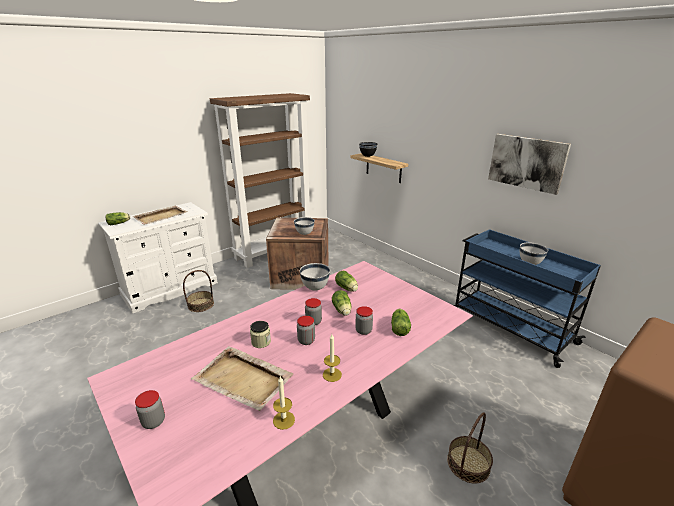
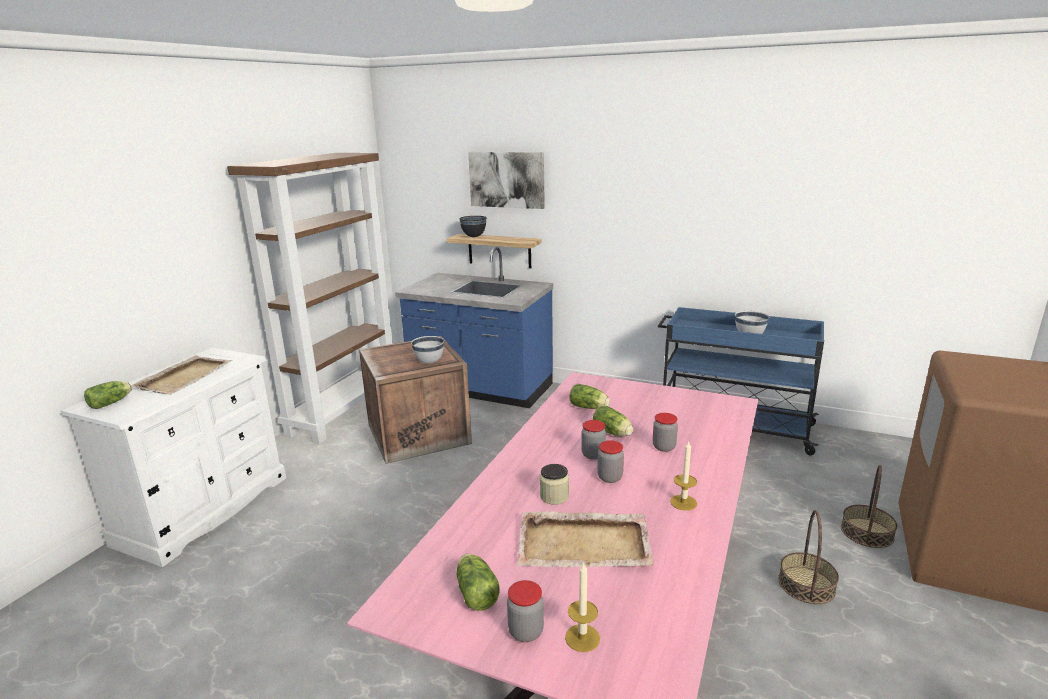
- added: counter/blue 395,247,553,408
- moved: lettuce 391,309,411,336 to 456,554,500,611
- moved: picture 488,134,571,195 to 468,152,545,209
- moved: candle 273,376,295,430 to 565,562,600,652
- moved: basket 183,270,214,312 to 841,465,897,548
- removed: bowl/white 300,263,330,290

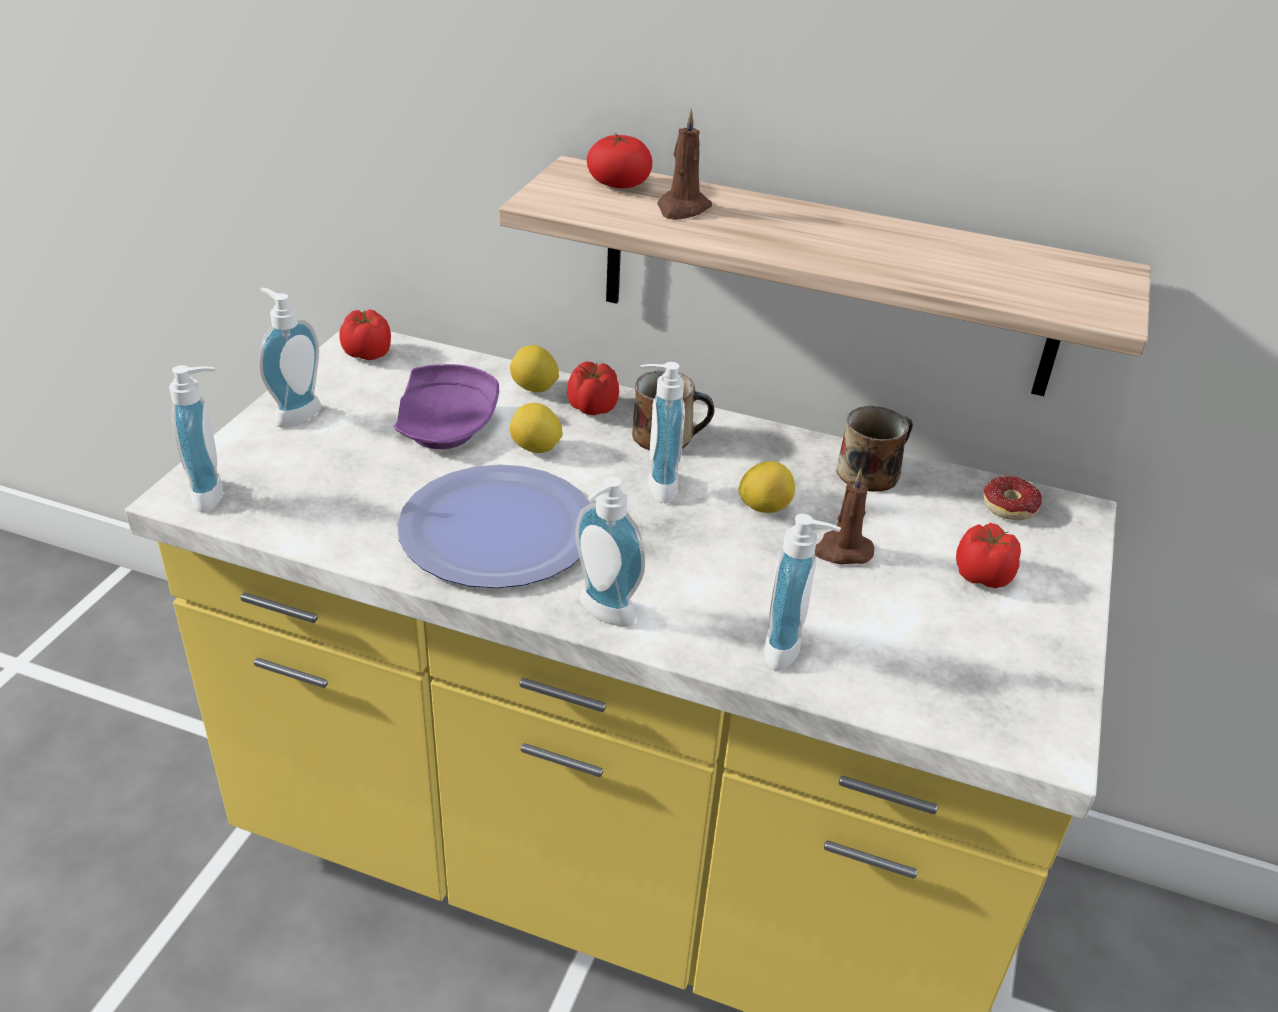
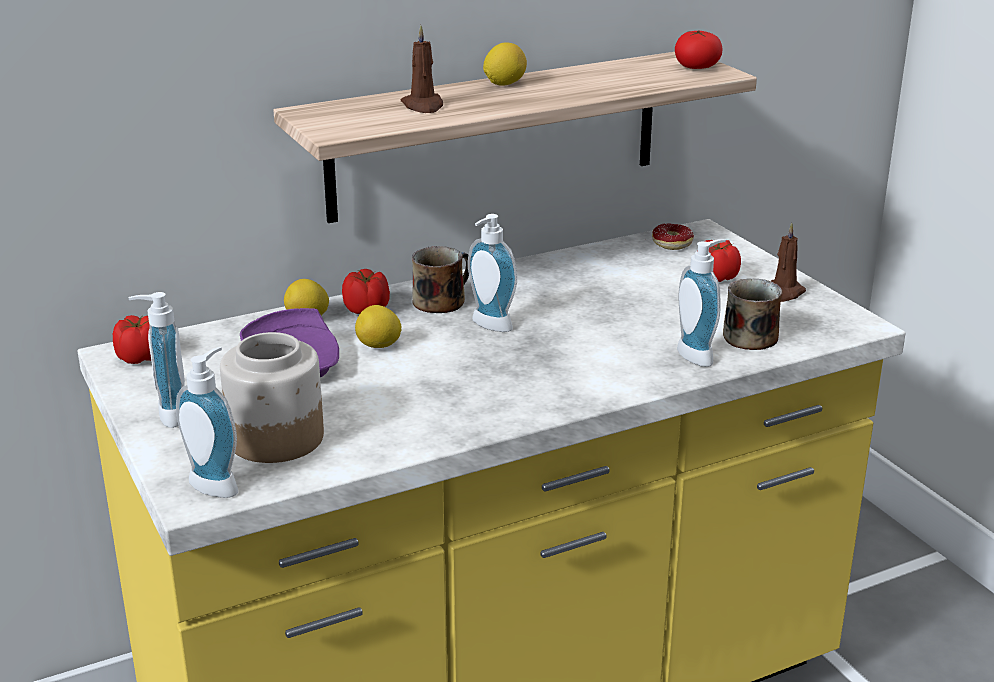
- added: jar 220,332,324,463
- moved: lemon 738,461,795,513 to 483,42,527,86
- moved: tomato 587,133,652,188 to 675,30,723,69
- moved: mug 836,406,913,492 to 723,278,782,350
- moved: candle/brown 815,469,874,564 to 771,223,806,302
- removed: plate 397,464,591,588
- removed: soap dispenser 575,476,645,627

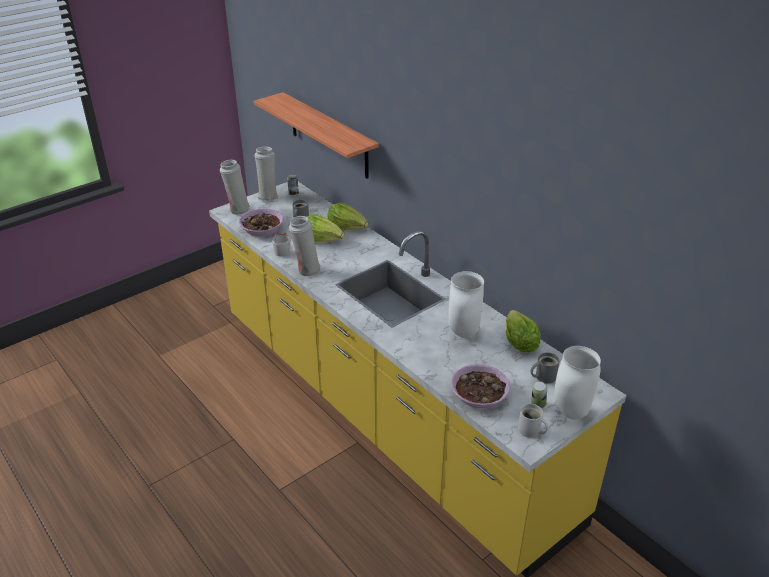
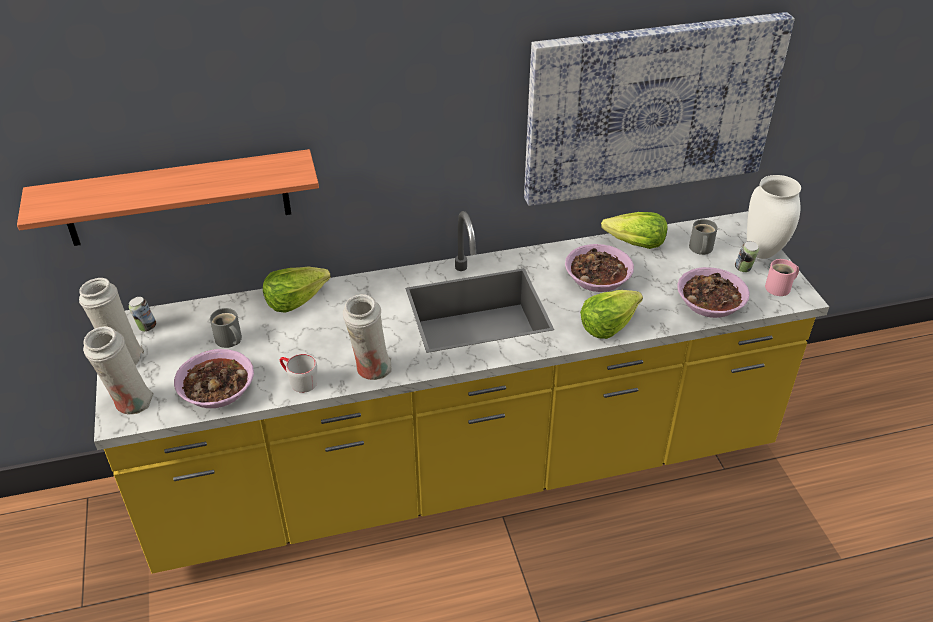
- added: picture 524,12,795,206
- replaced: vase/white 449,271,484,338 to bowl 565,244,634,292
- moved: lettuce 307,214,344,242 to 580,290,643,339
- recoloured: mug/white 518,404,549,438 to mug/pink 765,259,799,296

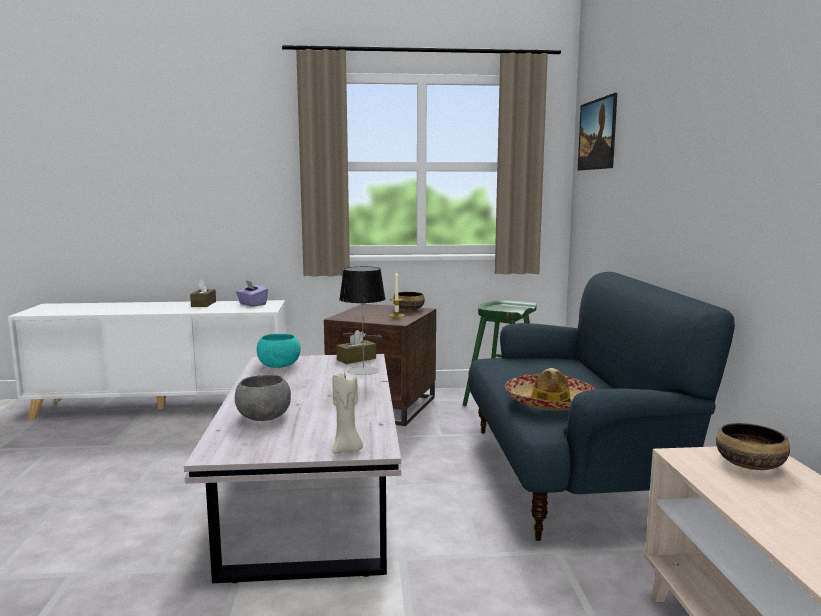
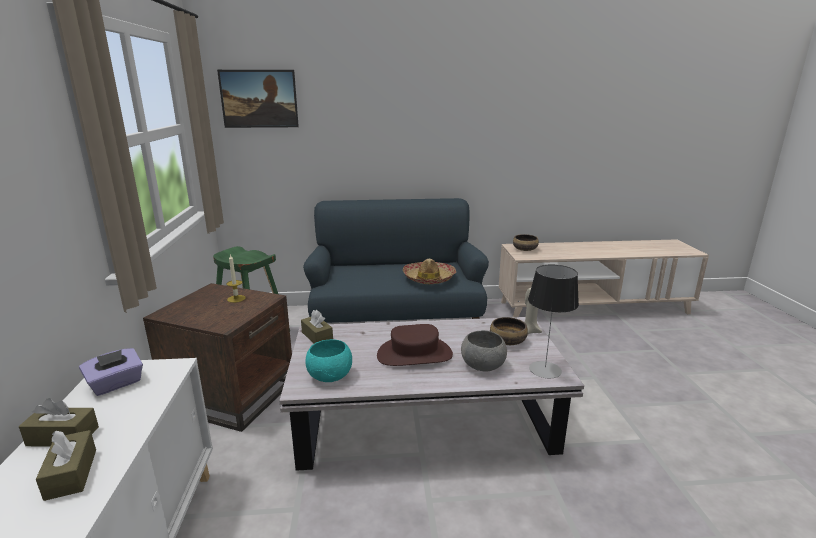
- added: tissue box/brown 36,430,96,501
- added: hat/brown 377,324,453,366
- moved: bowl 393,292,425,310 to 490,317,528,345
- moved: table lamp 339,266,386,375 to 528,265,579,378

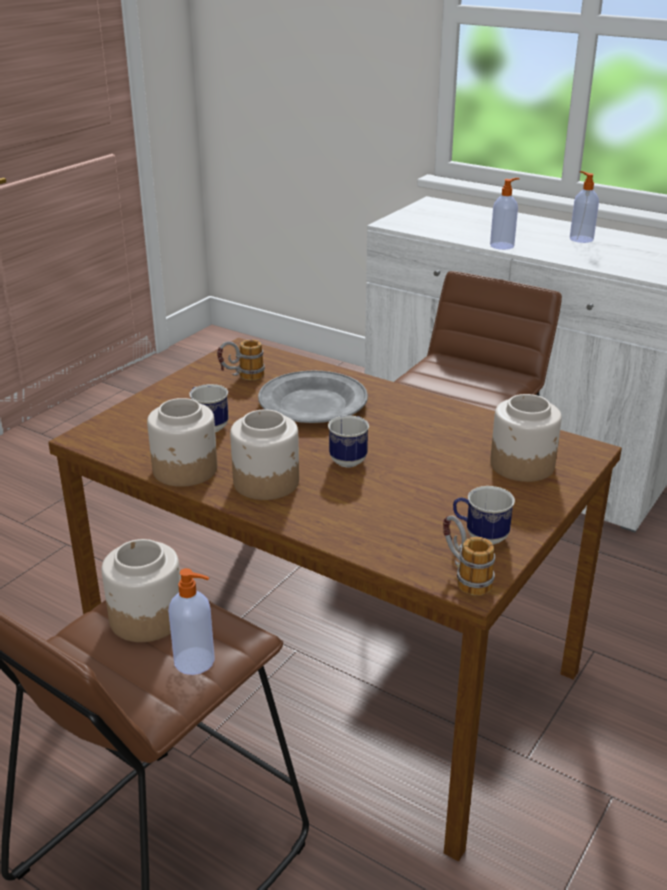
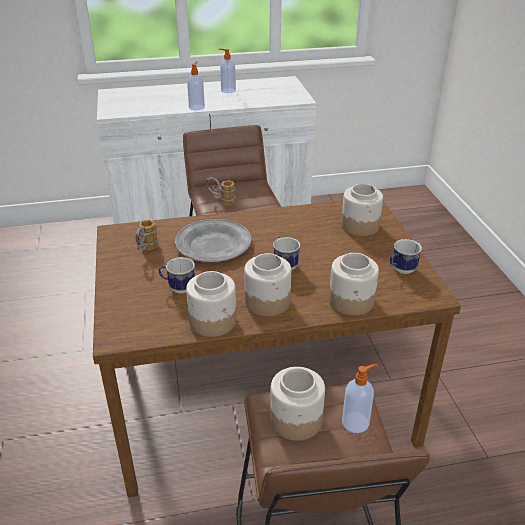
- moved: mug 443,516,495,596 to 206,177,236,206
- added: jar 329,253,379,316

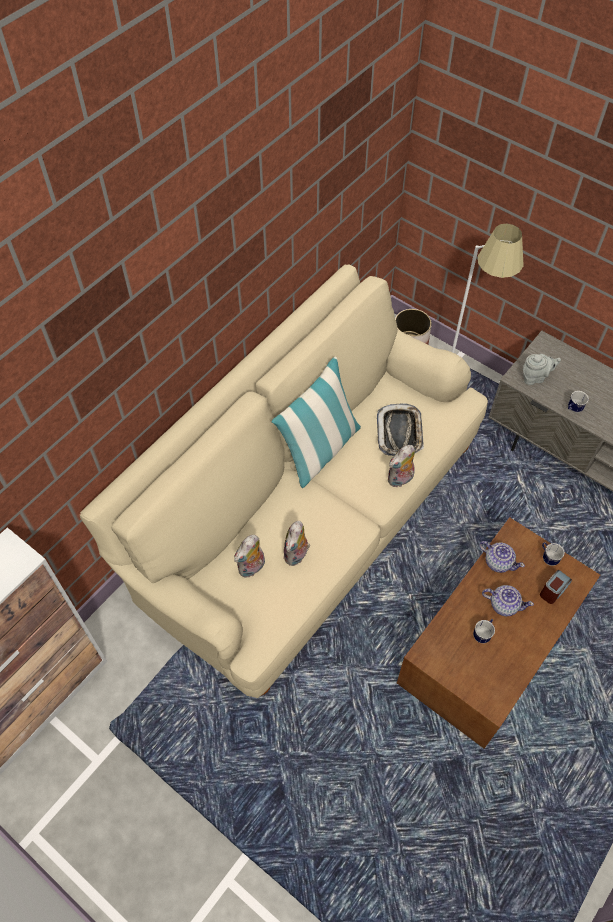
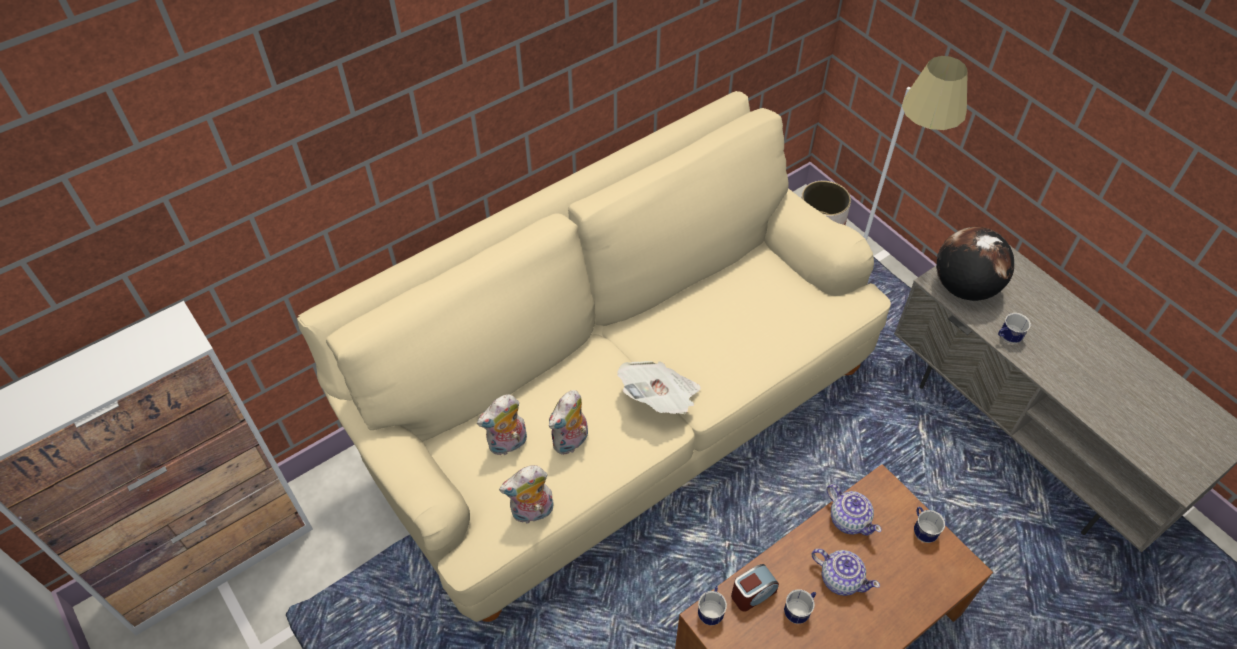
- moved: plush toy 388,445,415,487 to 499,465,554,524
- added: newspaper 617,361,701,414
- added: mug 698,586,727,626
- moved: alarm clock 540,570,572,604 to 731,564,779,612
- replaced: teapot/grey 523,354,561,385 to globe 936,227,1014,301
- removed: pillow 271,357,361,488
- removed: tray 377,403,424,456

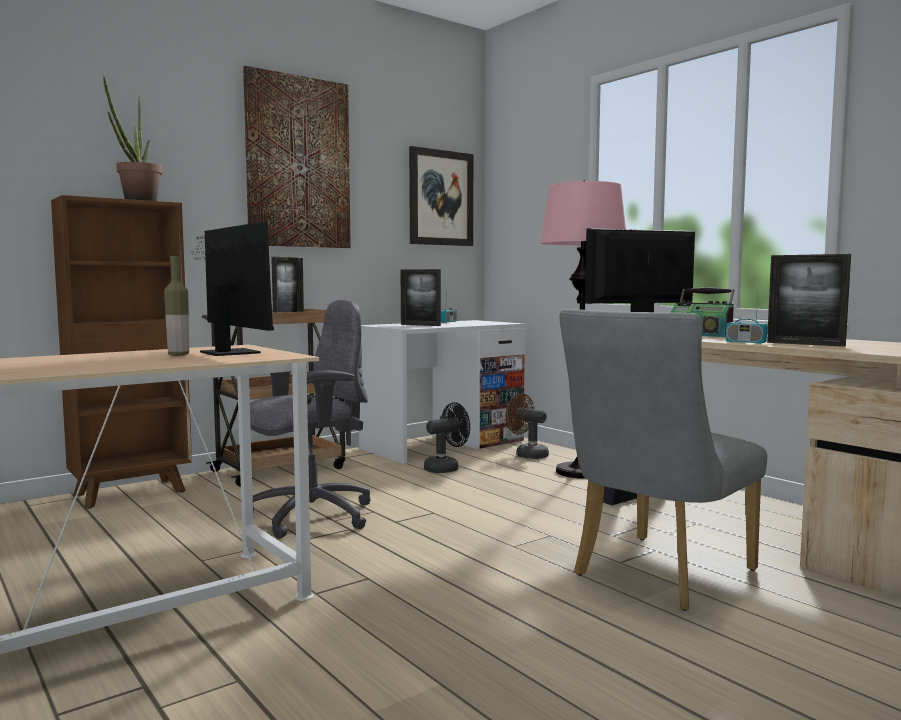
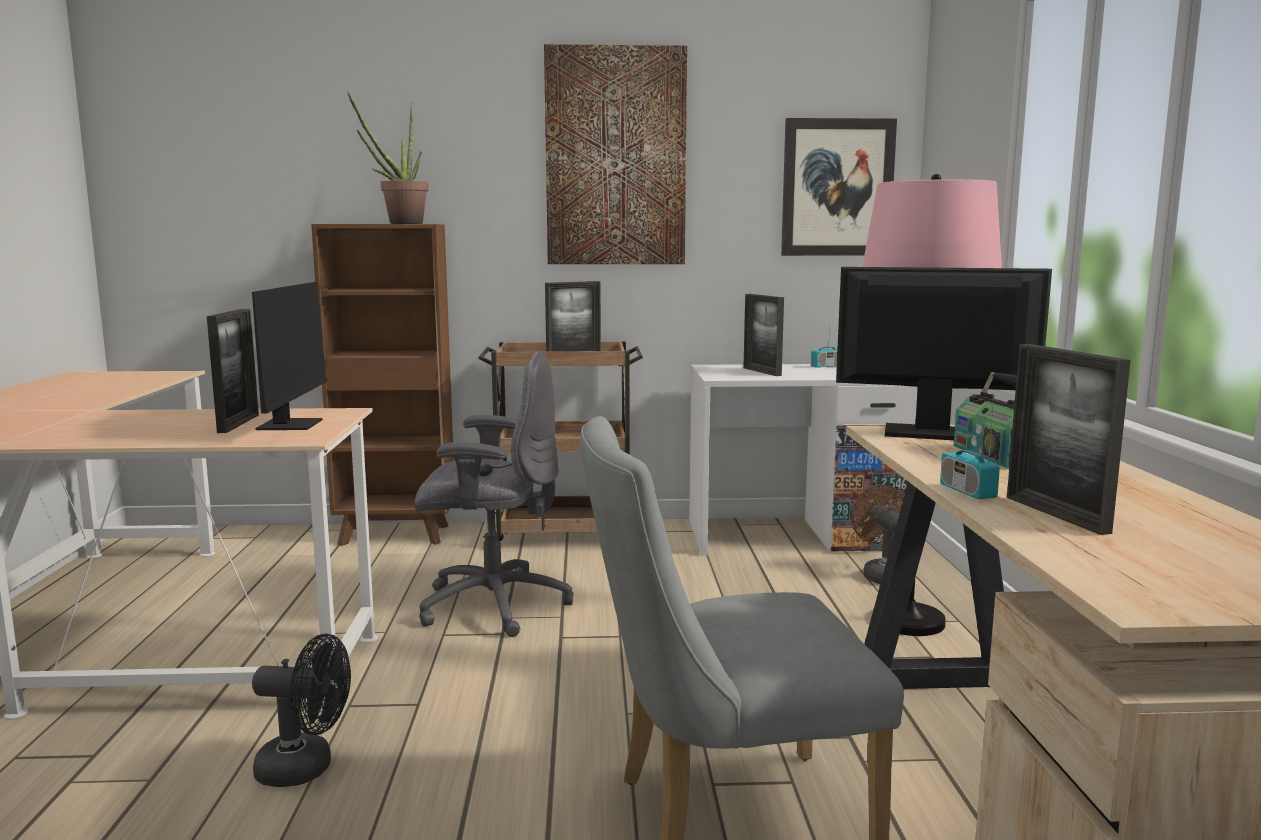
- replaced: bottle 164,256,189,356 to picture frame 207,309,259,433
- moved: fan/black 424,402,470,473 to 252,634,351,787

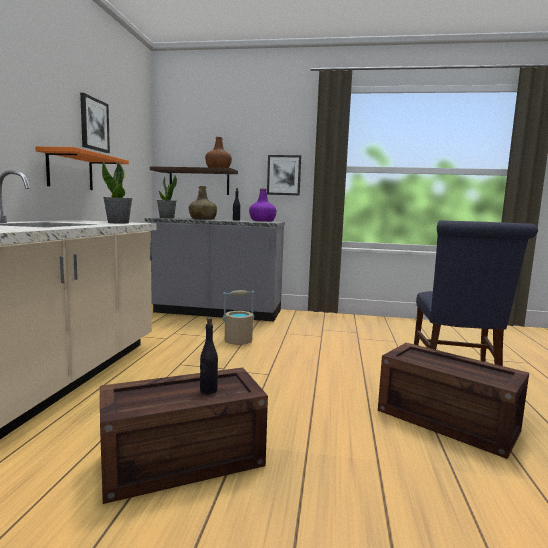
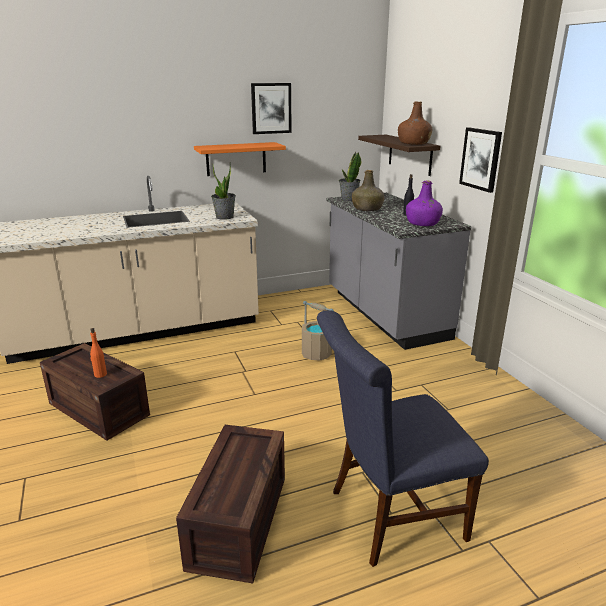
- recoloured: bottle/black 200,318,218,394 to bottle/orange 90,328,107,378

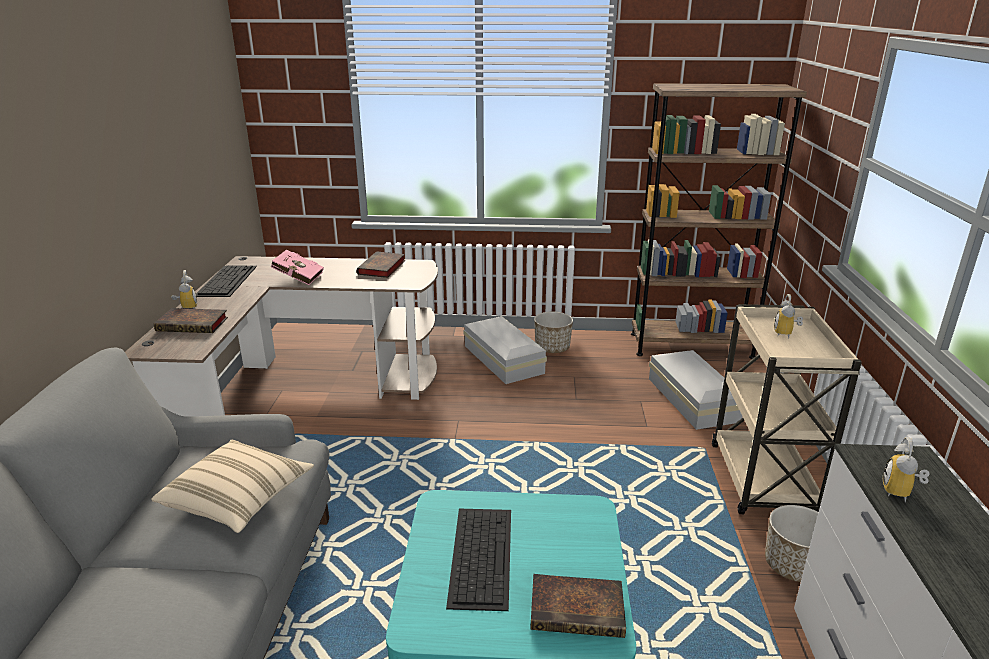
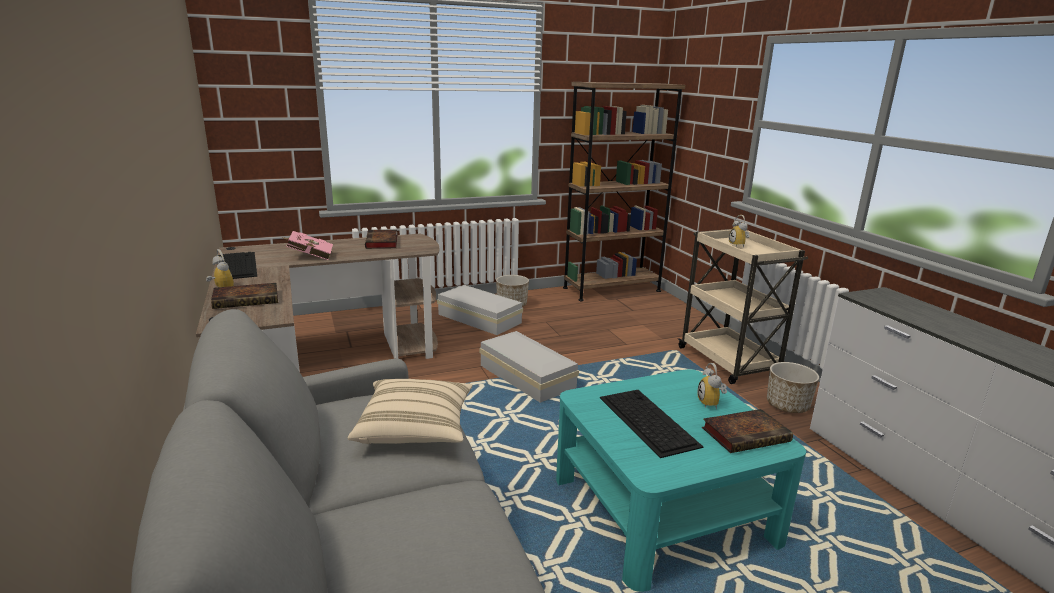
- moved: storage box/white 649,350,743,430 to 479,331,579,403
- moved: alarm clock 883,437,930,503 to 697,363,727,409

